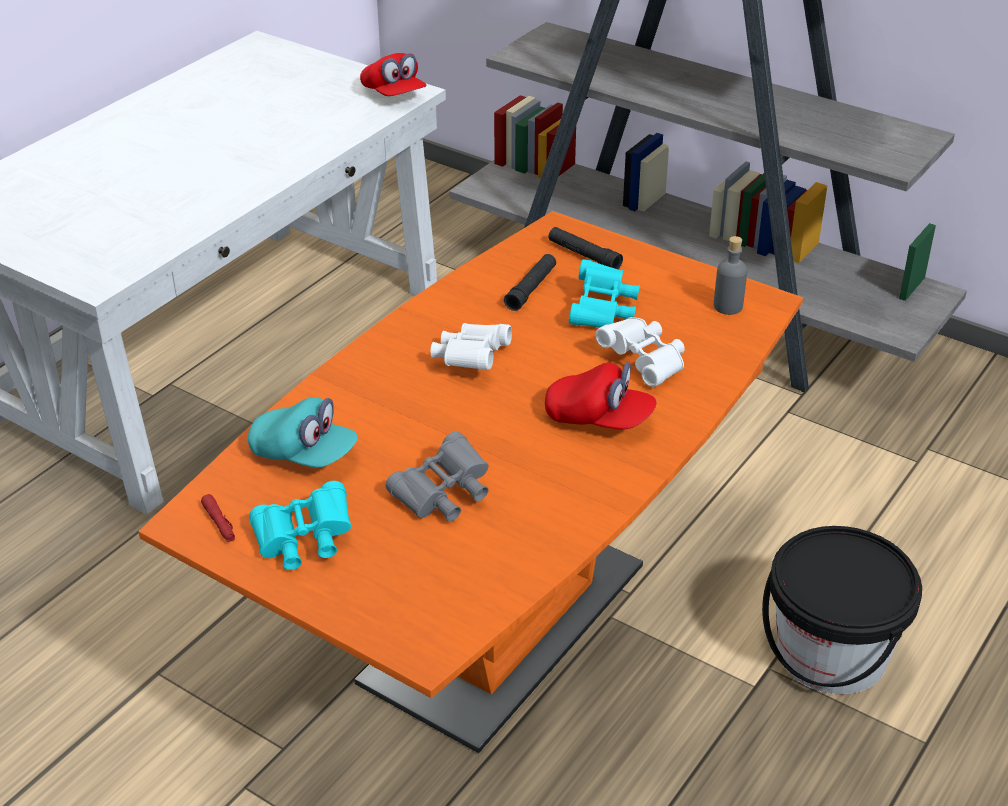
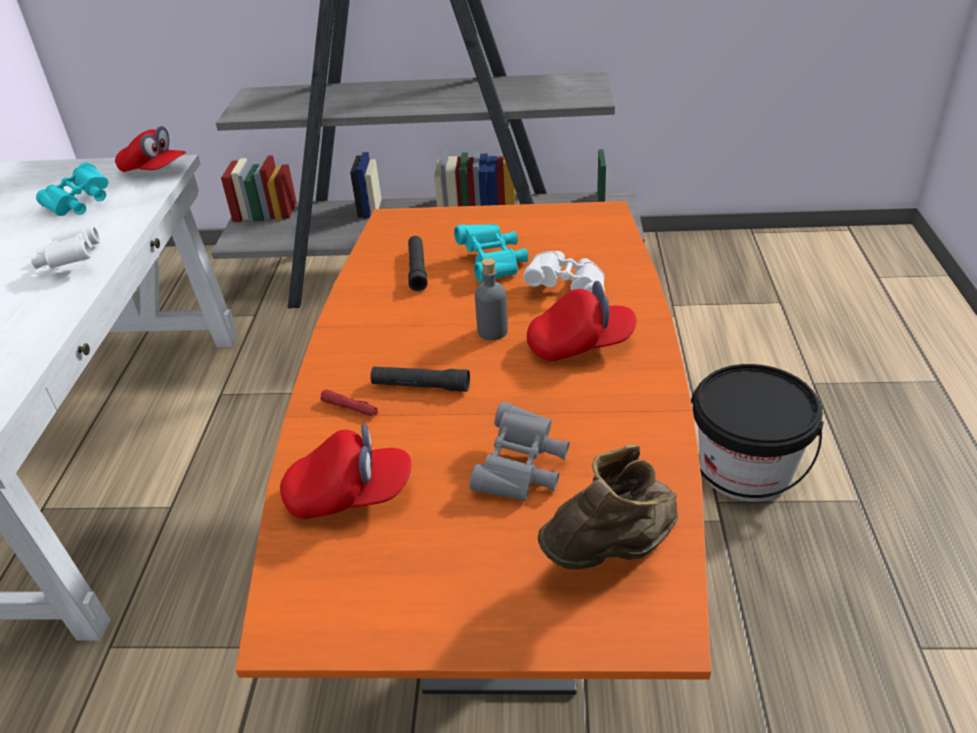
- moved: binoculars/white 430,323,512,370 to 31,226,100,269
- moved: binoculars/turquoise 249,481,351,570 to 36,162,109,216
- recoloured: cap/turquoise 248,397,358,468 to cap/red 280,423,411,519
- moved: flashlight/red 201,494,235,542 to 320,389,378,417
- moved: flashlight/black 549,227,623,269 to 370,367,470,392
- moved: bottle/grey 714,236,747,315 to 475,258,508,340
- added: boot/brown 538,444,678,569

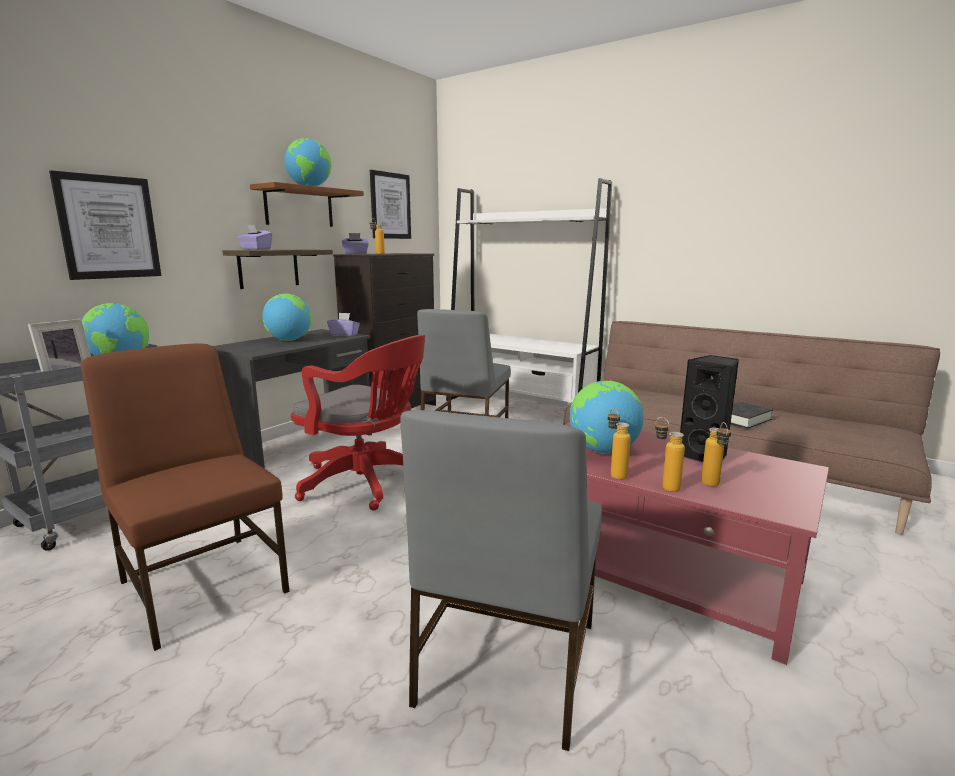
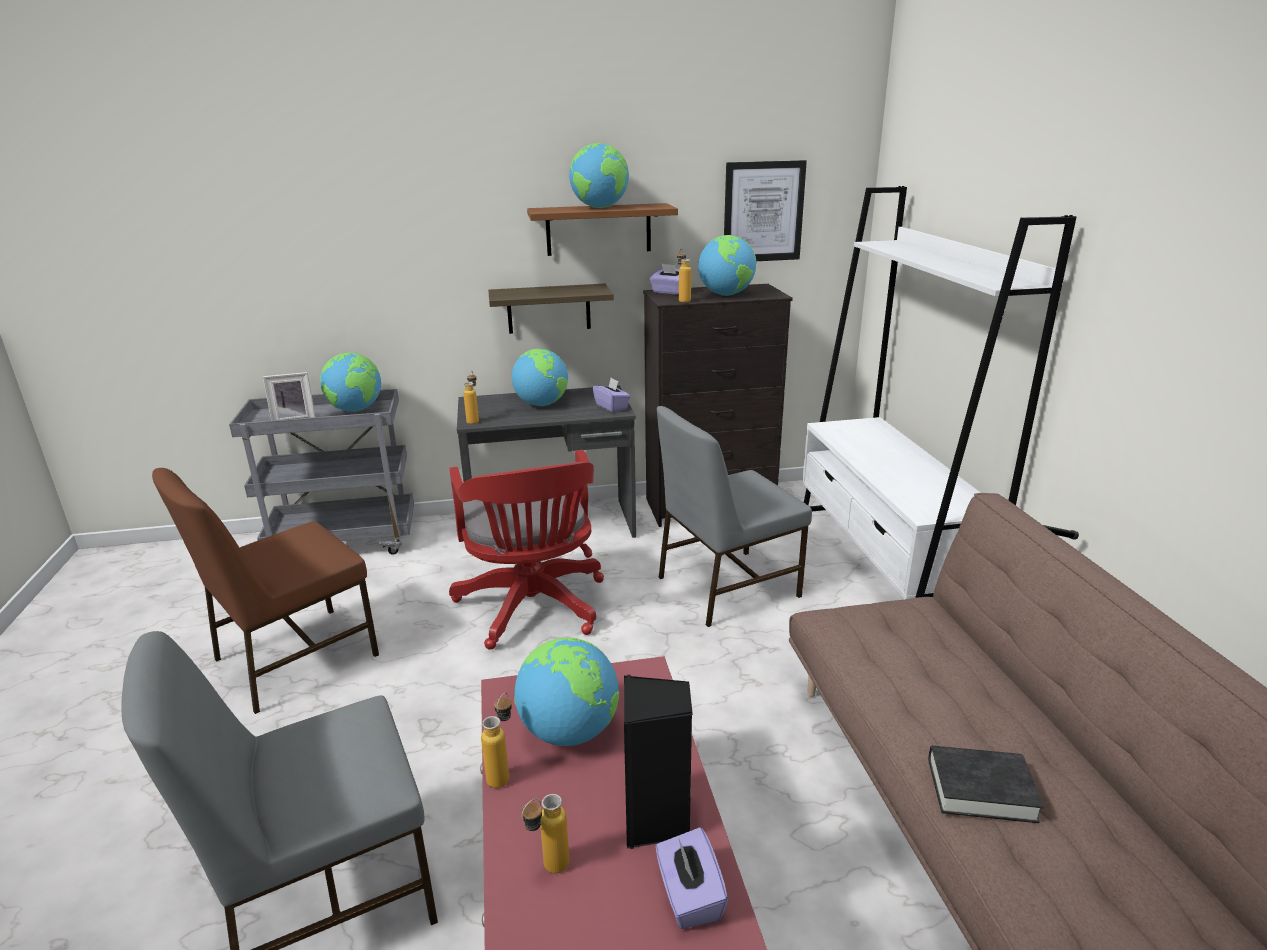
- turned: chair/brown 81,344,290,651 = 152,468,379,714 135 degrees counterclockwise
- moved: bottle 655,417,685,492 to 463,371,479,424
- moved: tissue box/purple 237,225,272,250 to 656,827,728,929
- added: globe 698,235,757,296
- removed: picture 49,170,161,280

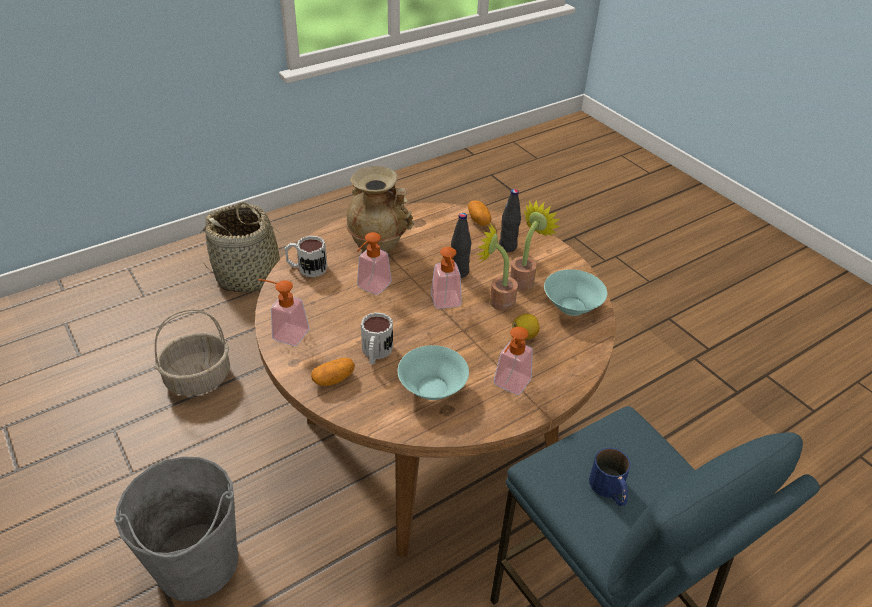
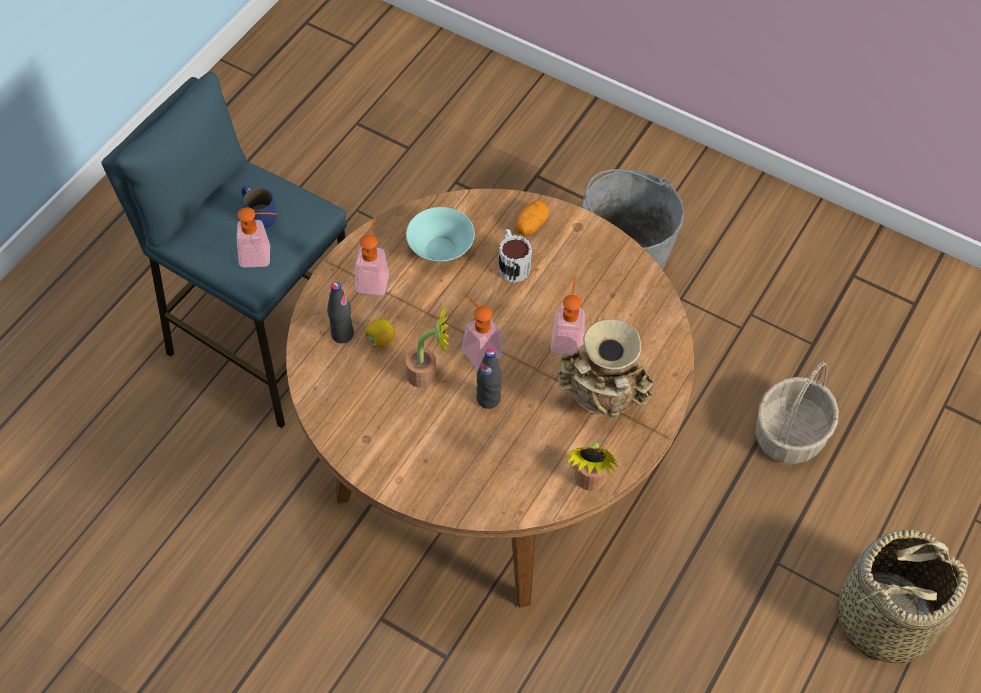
- moved: soap dispenser 258,279,309,346 to 237,207,277,268
- moved: bottle/black 499,189,521,252 to 327,282,354,343
- moved: potted plant 510,199,561,290 to 565,442,619,491
- removed: mug 285,236,327,277
- removed: potato 468,201,492,226
- removed: bowl/turquoise 544,269,607,316

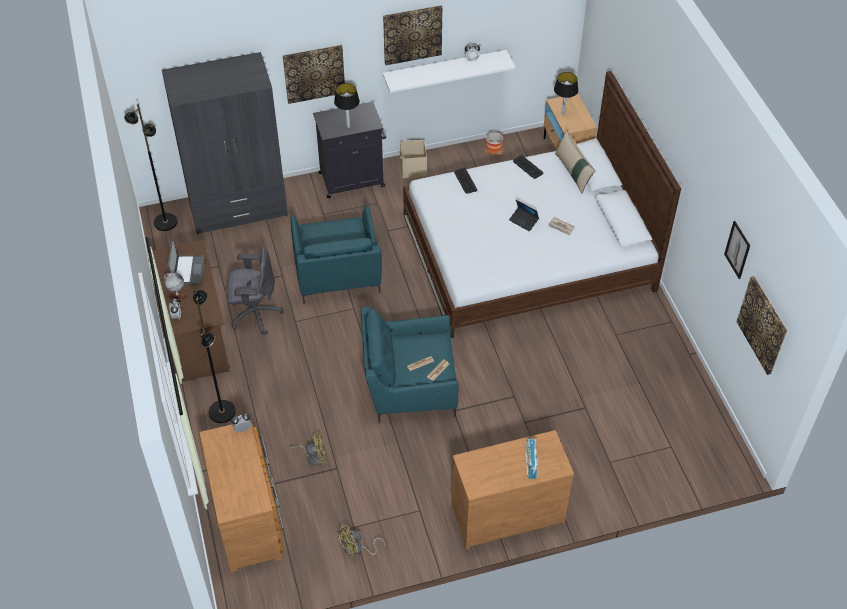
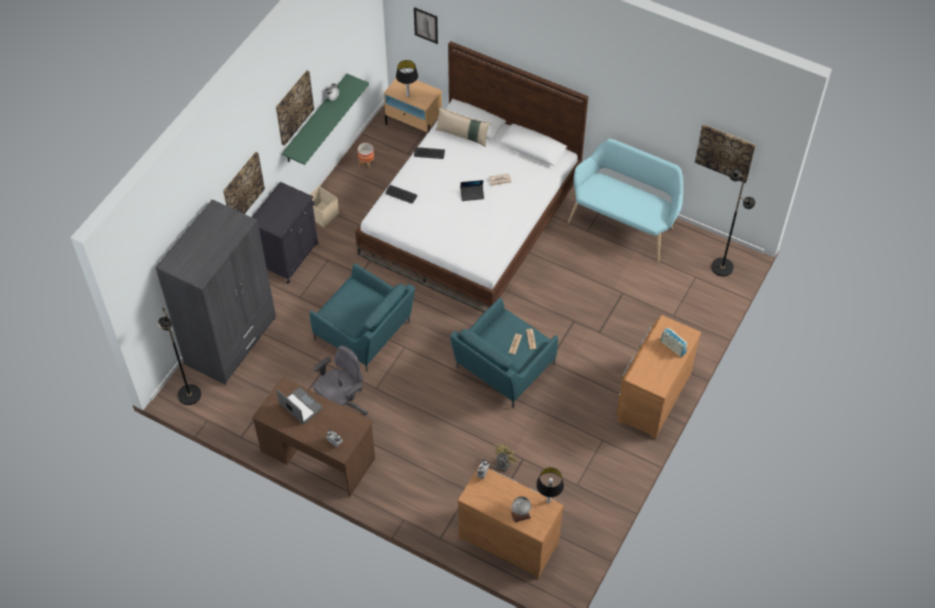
- recoloured: shelf/white 383,50,515,93 to shelf/green 282,74,369,165
- moved: picture 724,221,750,279 to 414,7,438,44
- moved: globe 164,273,188,303 to 511,496,531,522
- moved: table lamp 334,83,360,128 to 536,467,564,503
- added: bench/turquoise 568,139,683,262
- moved: floor lamp/black 193,290,236,423 to 711,169,755,276
- removed: fan/yellow 336,525,385,556

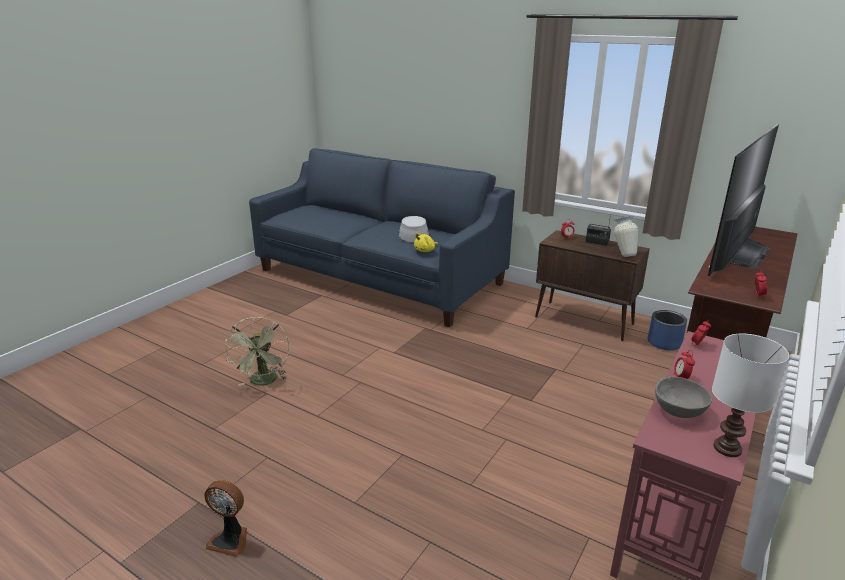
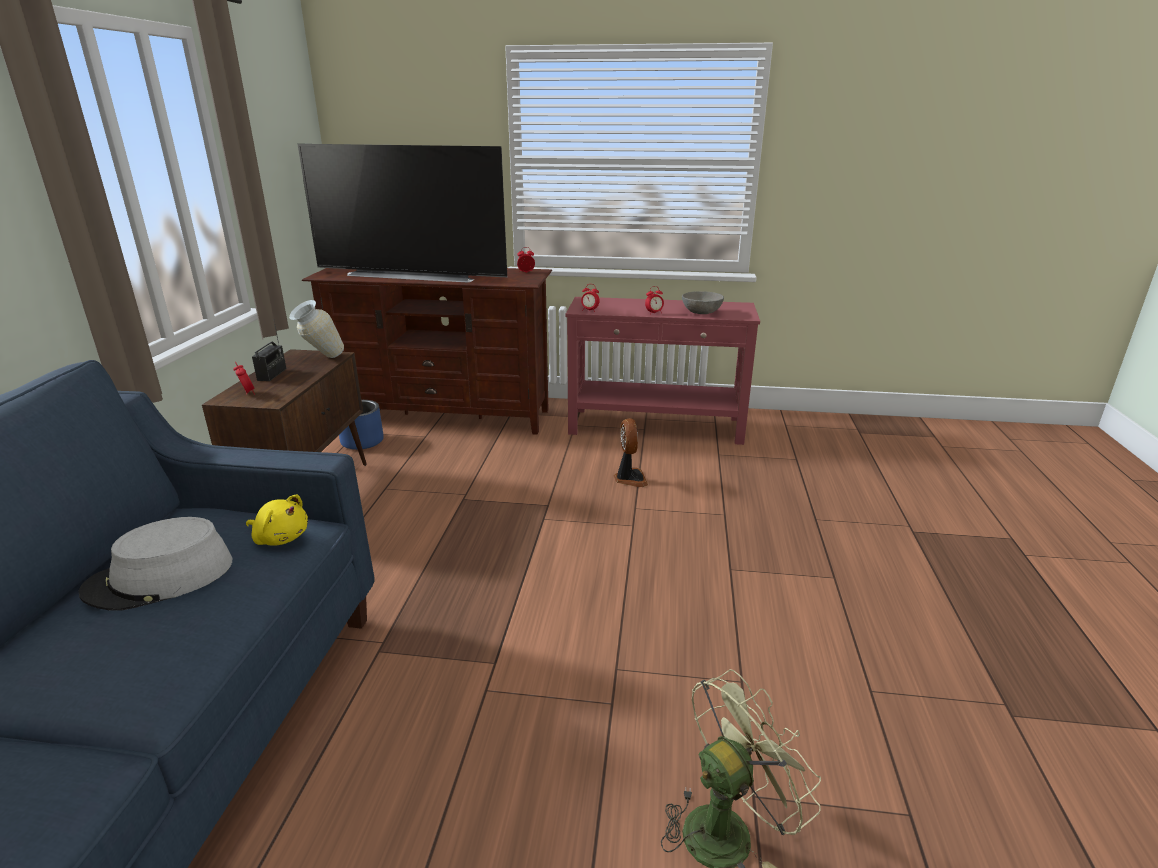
- moved: fan 204,480,247,557 to 614,418,648,487
- removed: table lamp/white 712,333,789,457

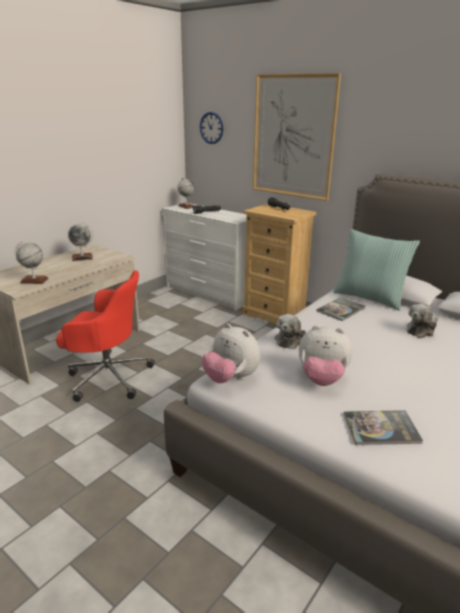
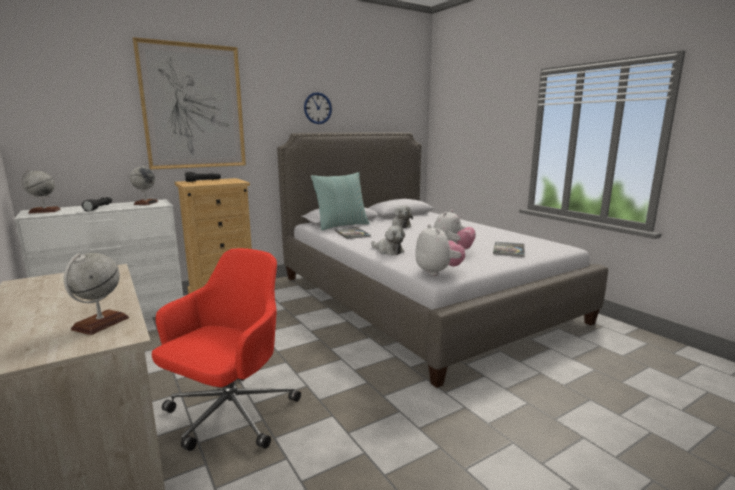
- moved: globe 68,223,93,261 to 130,165,158,205
- moved: wall clock 200,112,223,144 to 304,92,332,124
- turned: plush toy 202,323,261,383 = 415,224,465,276 75 degrees counterclockwise

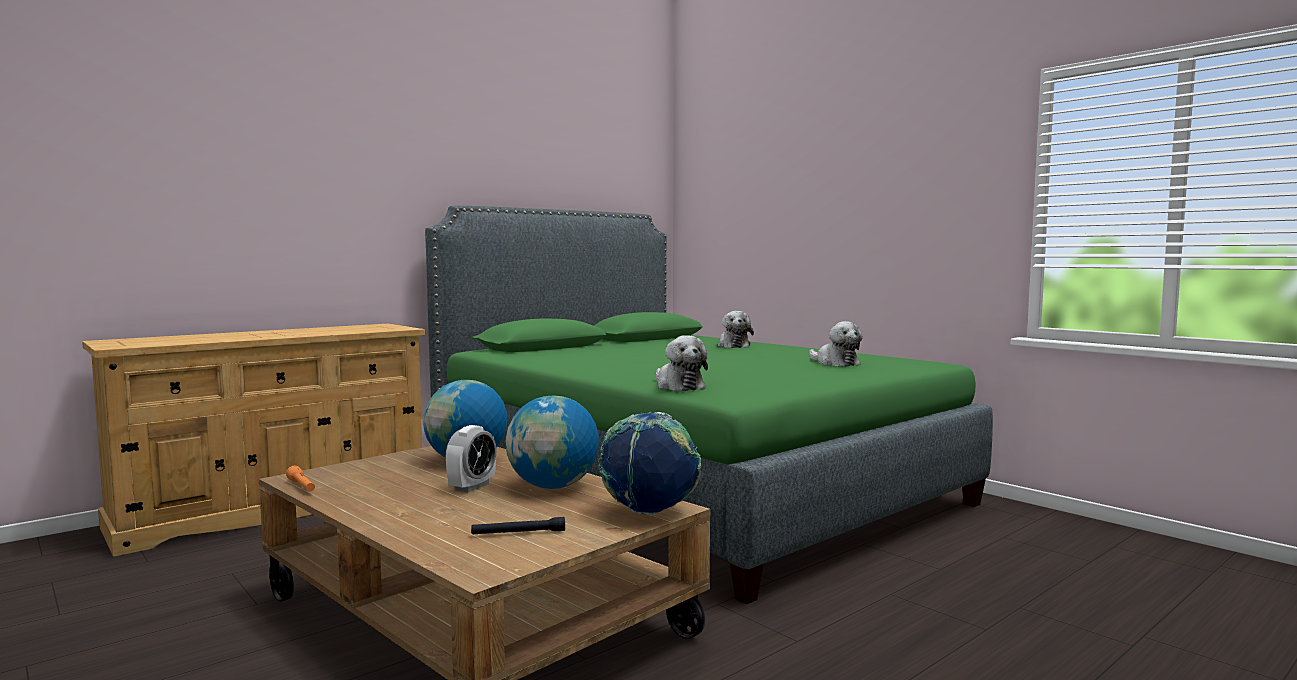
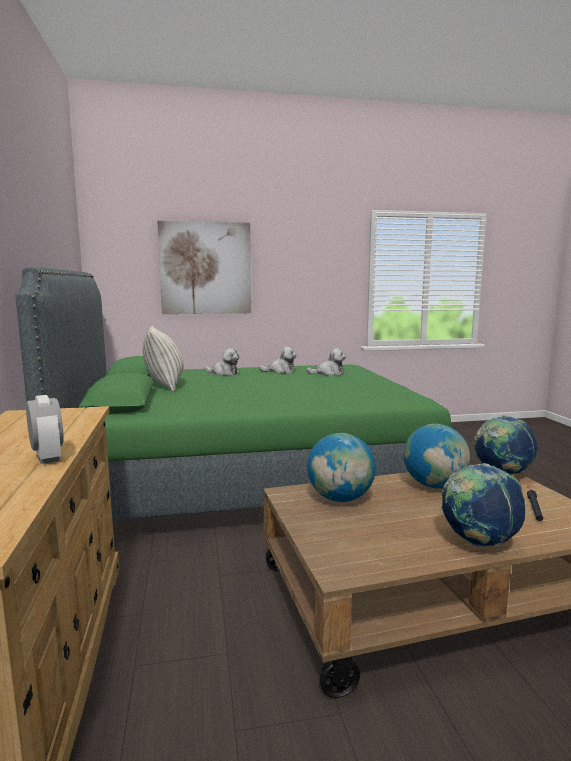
- moved: alarm clock 446,425,497,492 to 26,395,64,464
- added: pillow 142,326,184,392
- added: picture 157,221,251,314
- moved: plush toy 656,335,708,391 to 259,347,297,374
- added: globe 441,463,525,547
- removed: flashlight/orange 286,466,315,491

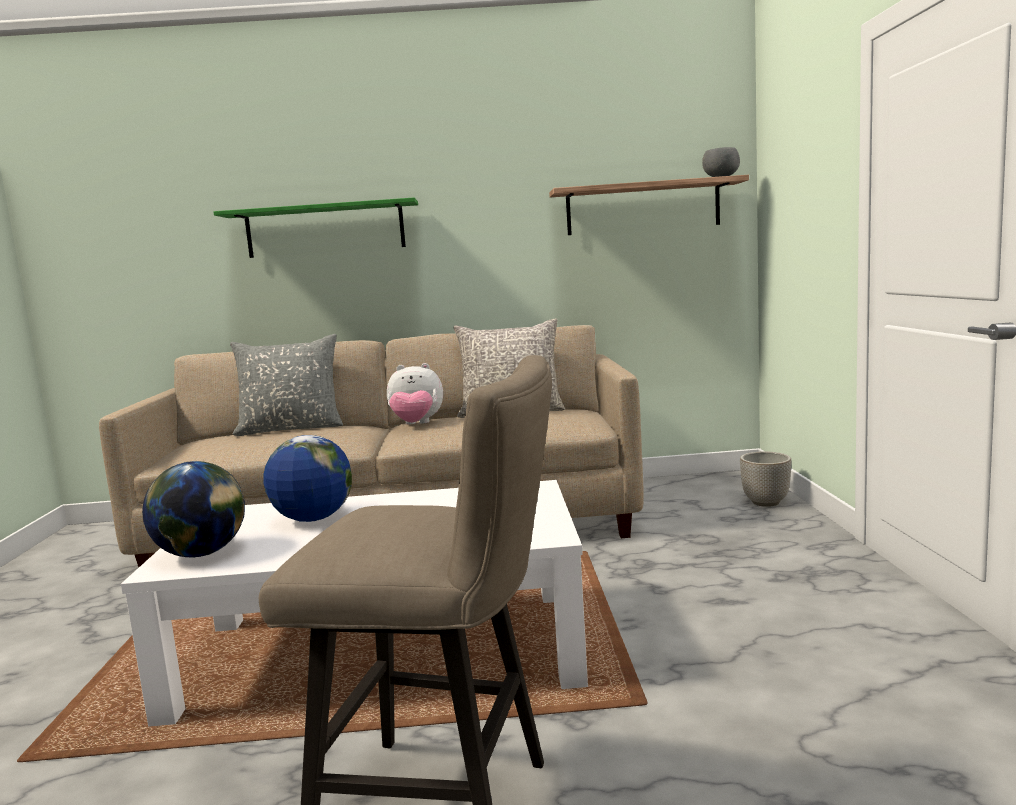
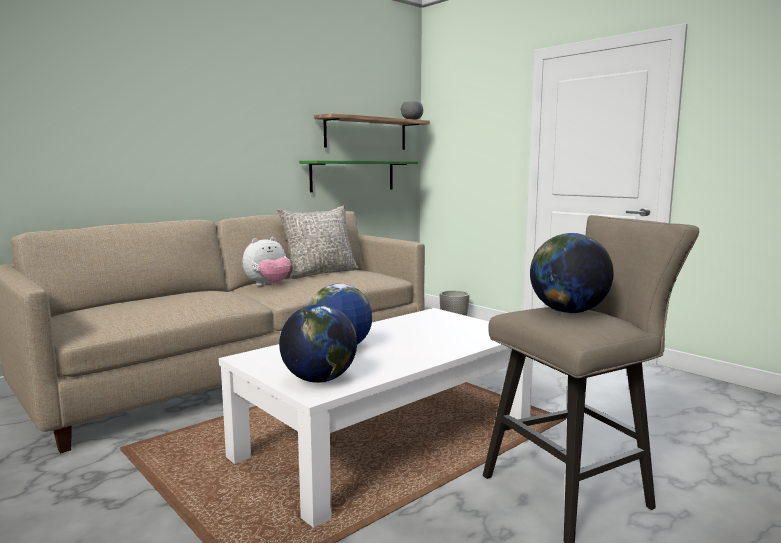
- moved: shelf/green 213,197,418,258 to 299,160,418,192
- added: globe 530,233,613,314
- removed: pillow/grey 230,334,343,436

